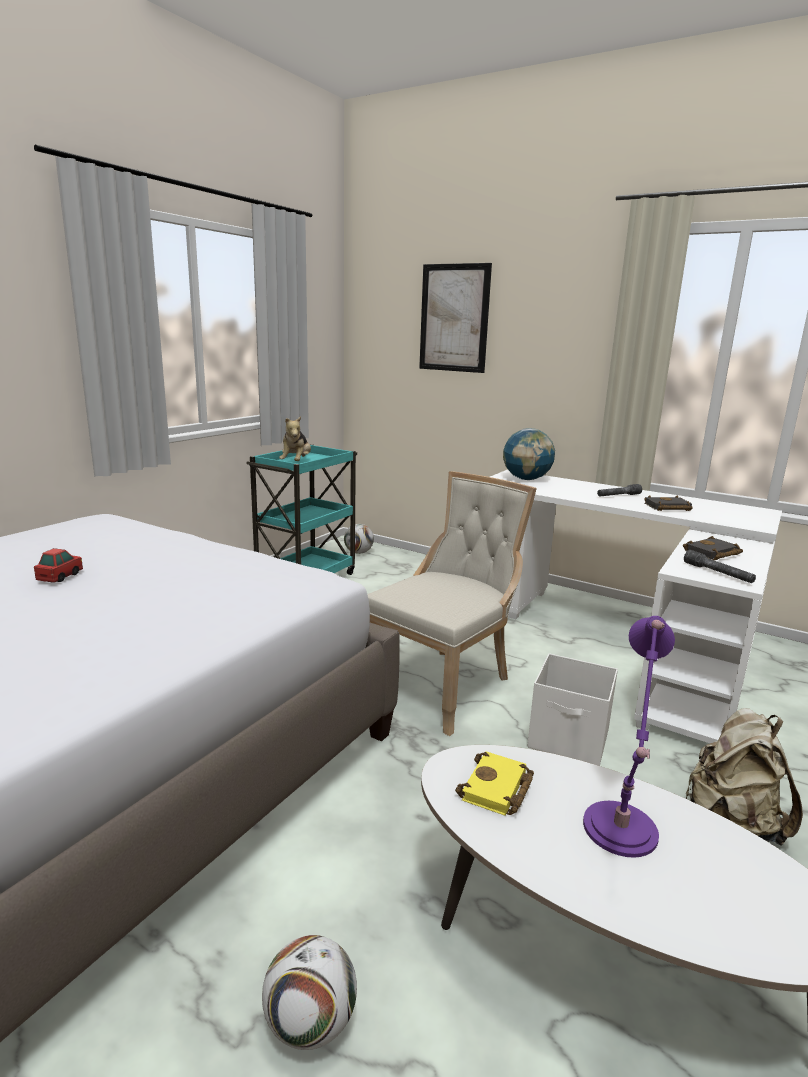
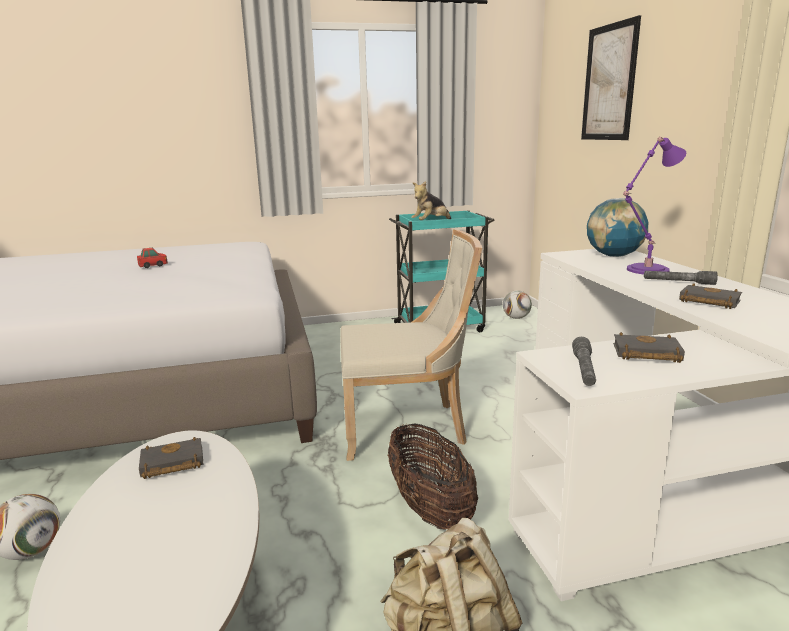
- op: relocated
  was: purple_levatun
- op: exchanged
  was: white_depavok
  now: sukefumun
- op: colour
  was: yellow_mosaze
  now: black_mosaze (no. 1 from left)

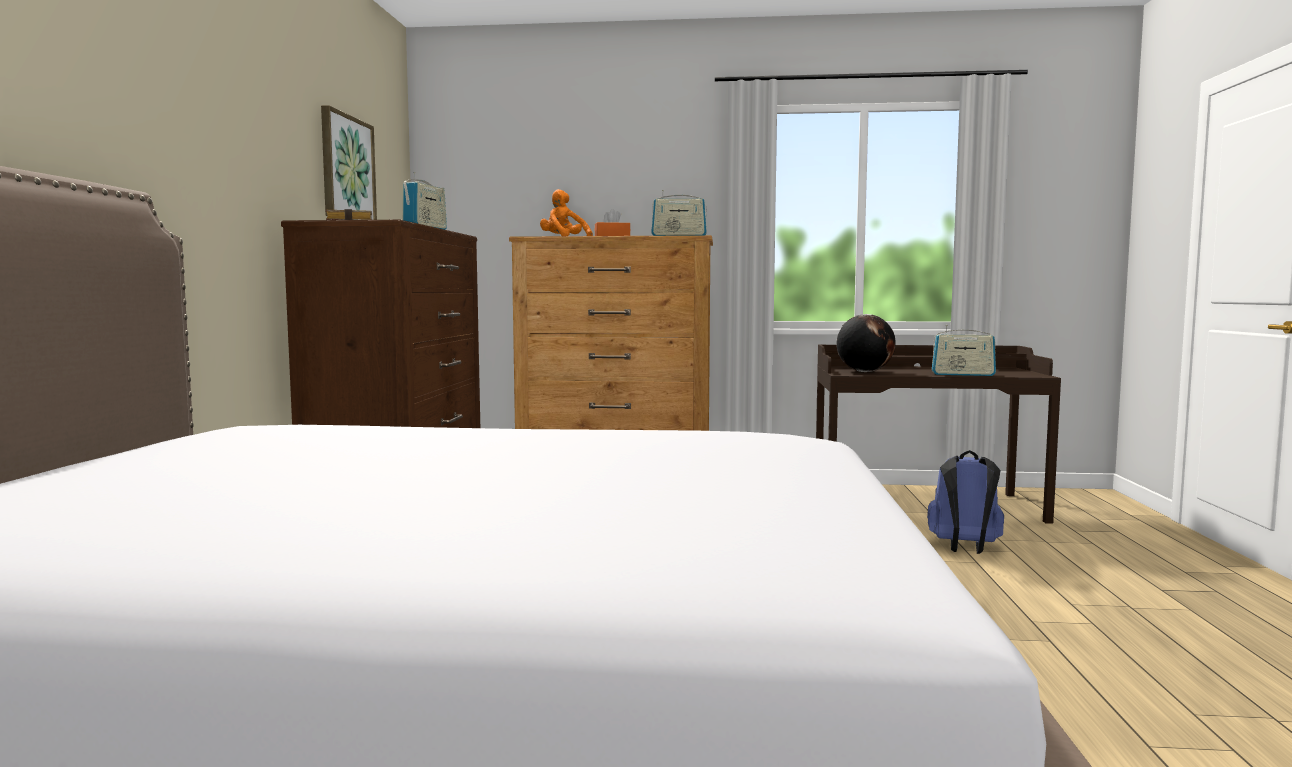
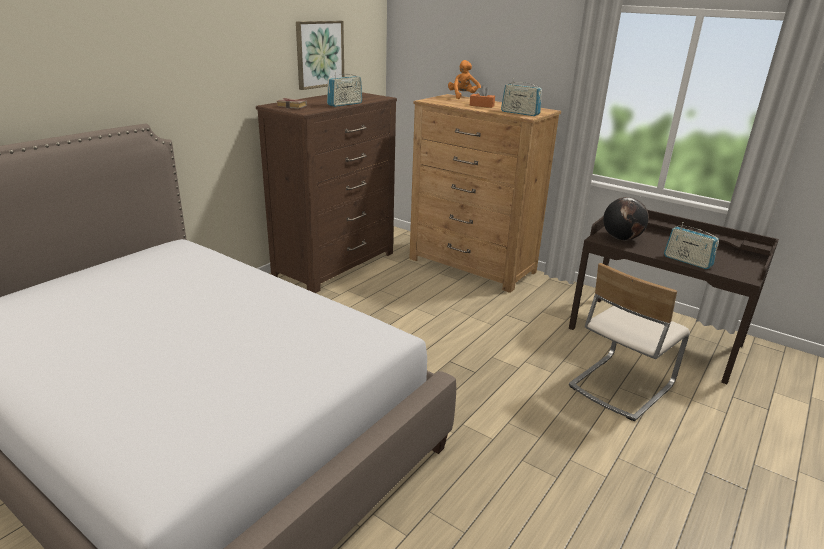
- op: exchanged
  was: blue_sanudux
  now: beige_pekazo

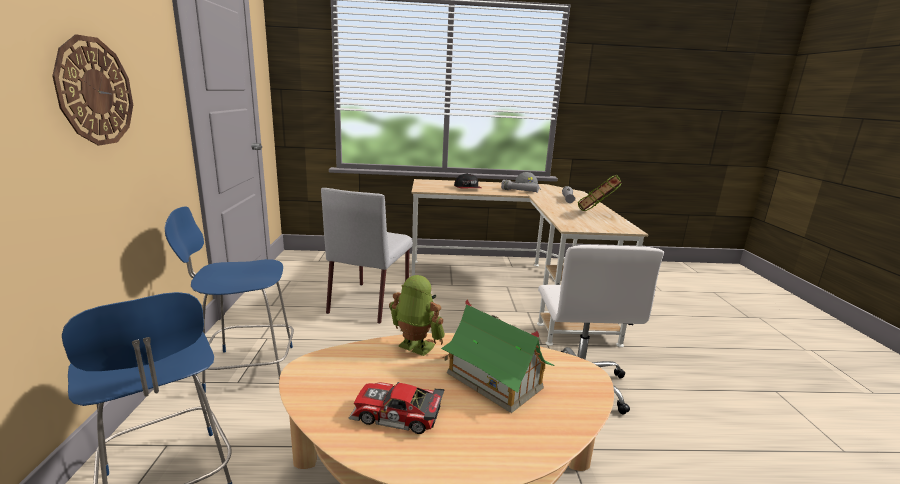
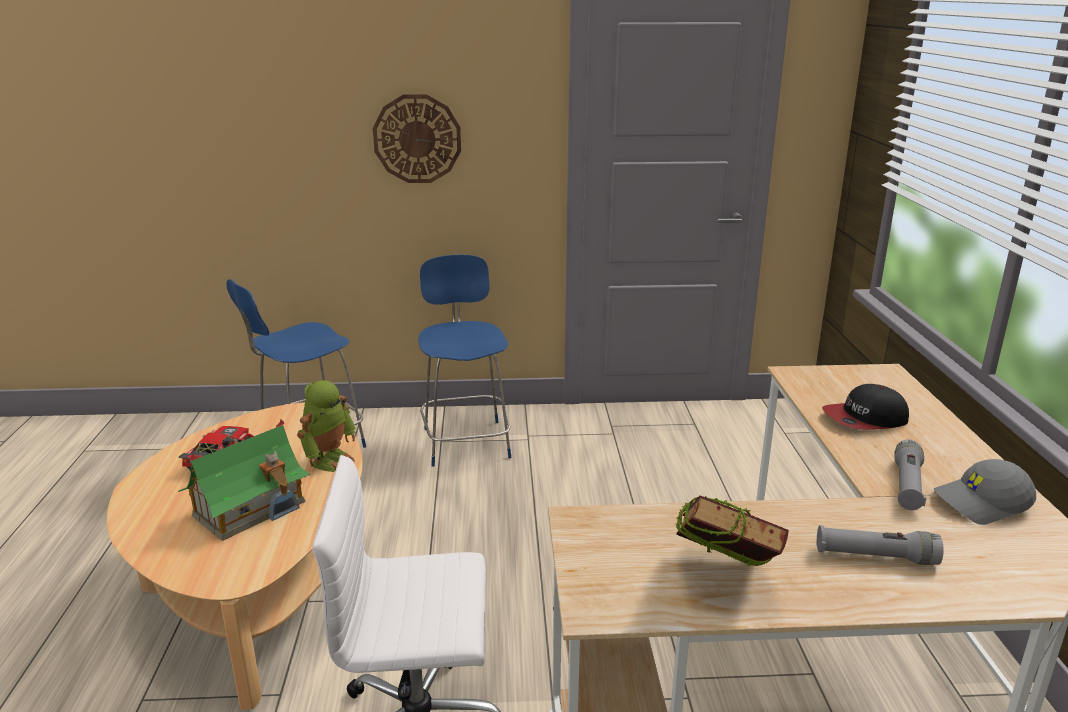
- op: missing
  was: grey_pekazo

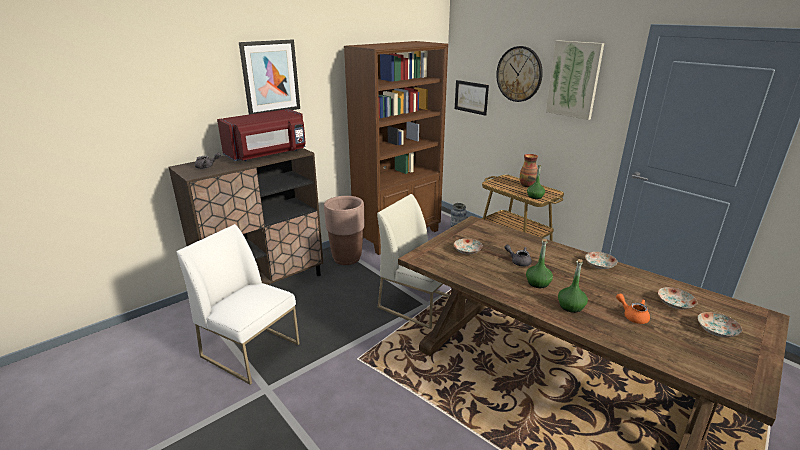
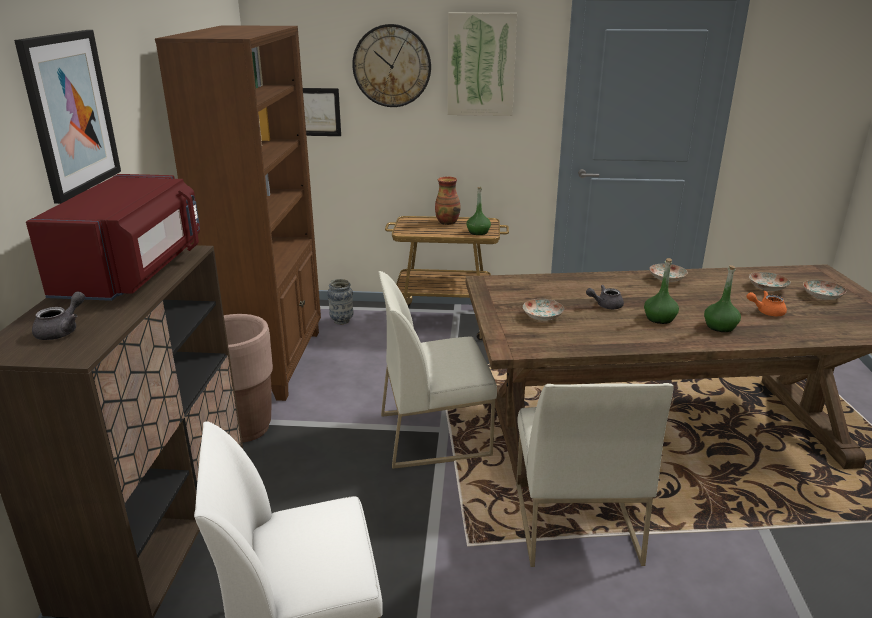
- op: appeared
  now: white_pekazo (no. 3 from left)

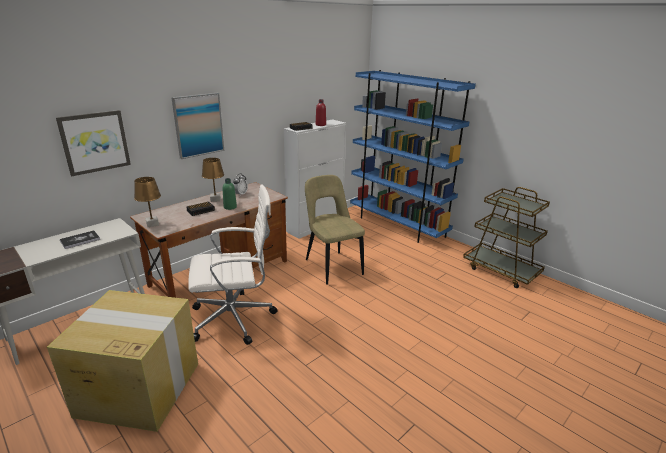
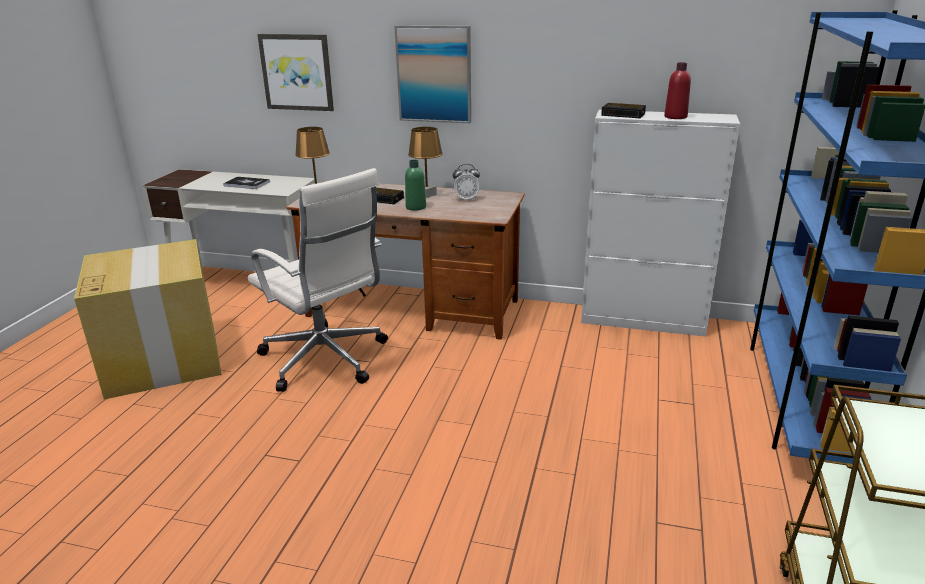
- op: missing
  was: beige_pekazo

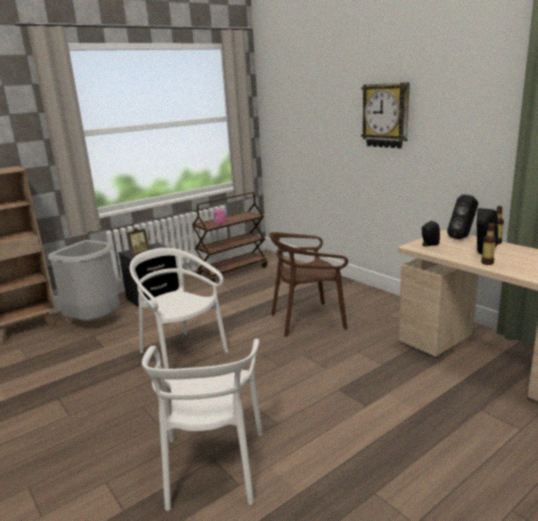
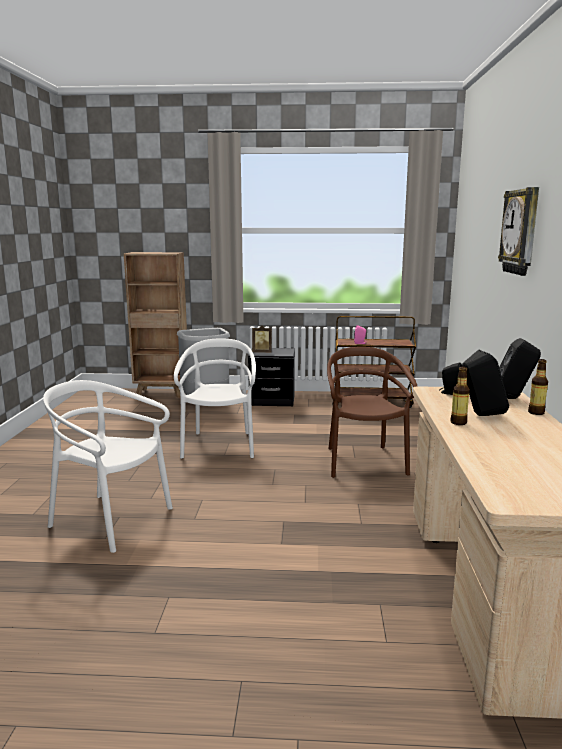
- op: spun
  was: white_pekazo (no. 2 from left in the first image)
  clockwise: 75
- op: spun
  was: brown_pekazo
  clockwise: 60

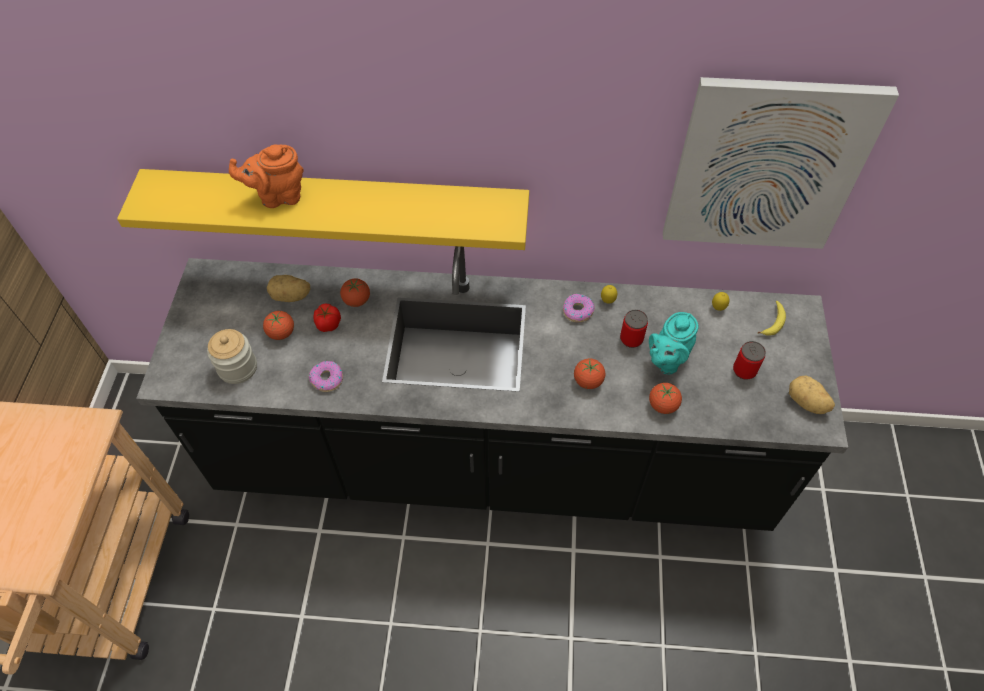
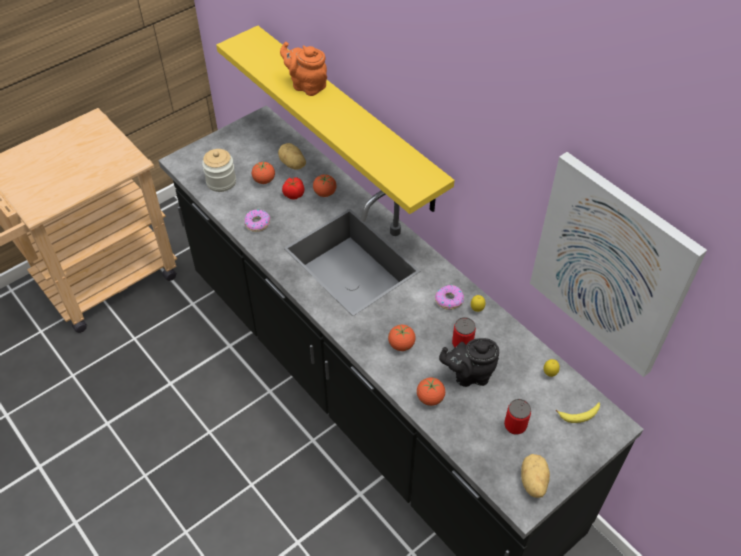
- op: colour
  was: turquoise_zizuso
  now: black_zizuso

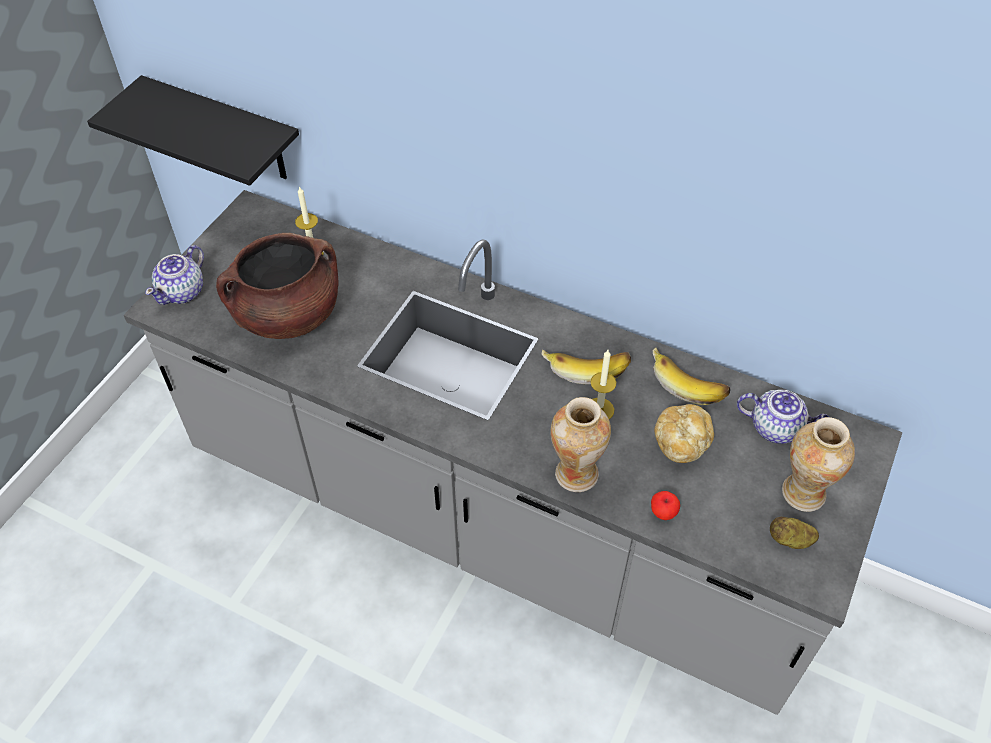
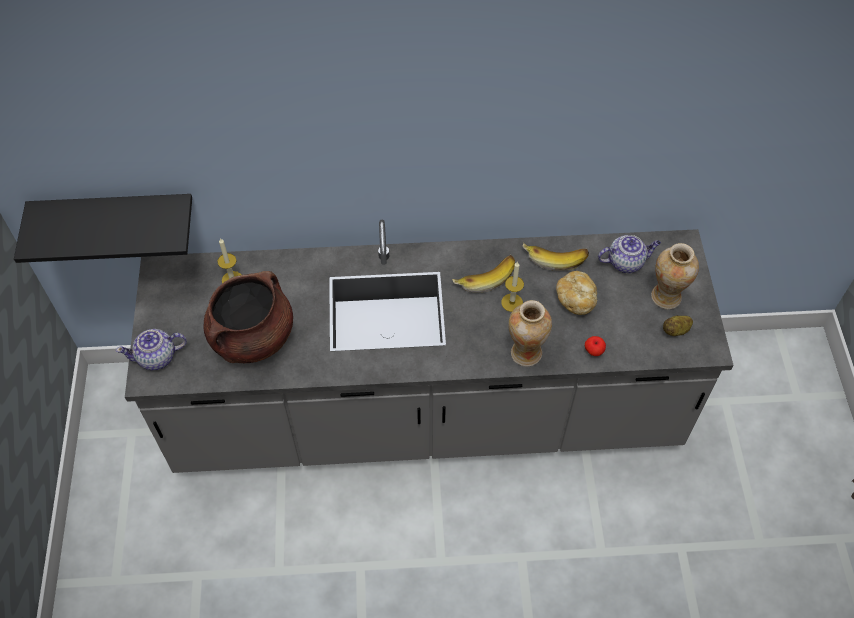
- op: spun
  was: zizuso (no. 1 from left)
  clockwise: 75

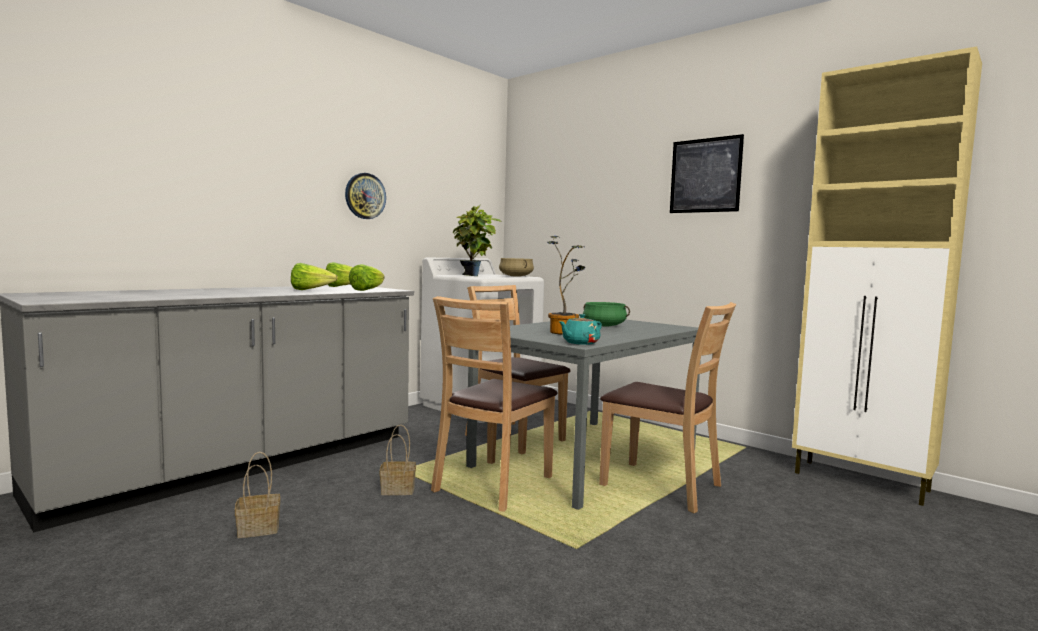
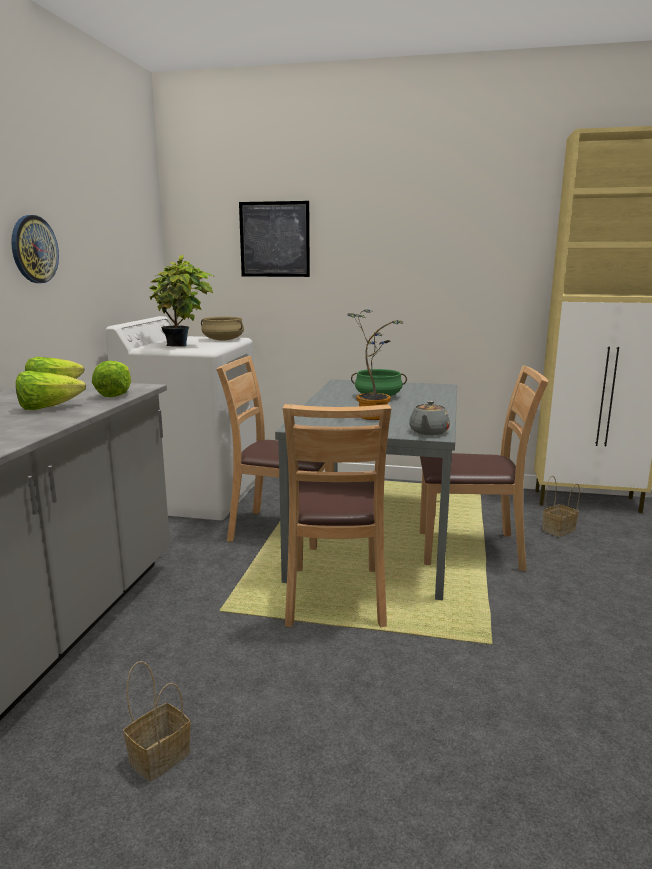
- op: relocated
  was: sukefumun (no. 2 from left)
- op: relocated
  was: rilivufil
- op: colour
  was: turquoise_zizuso
  now: grey_zizuso

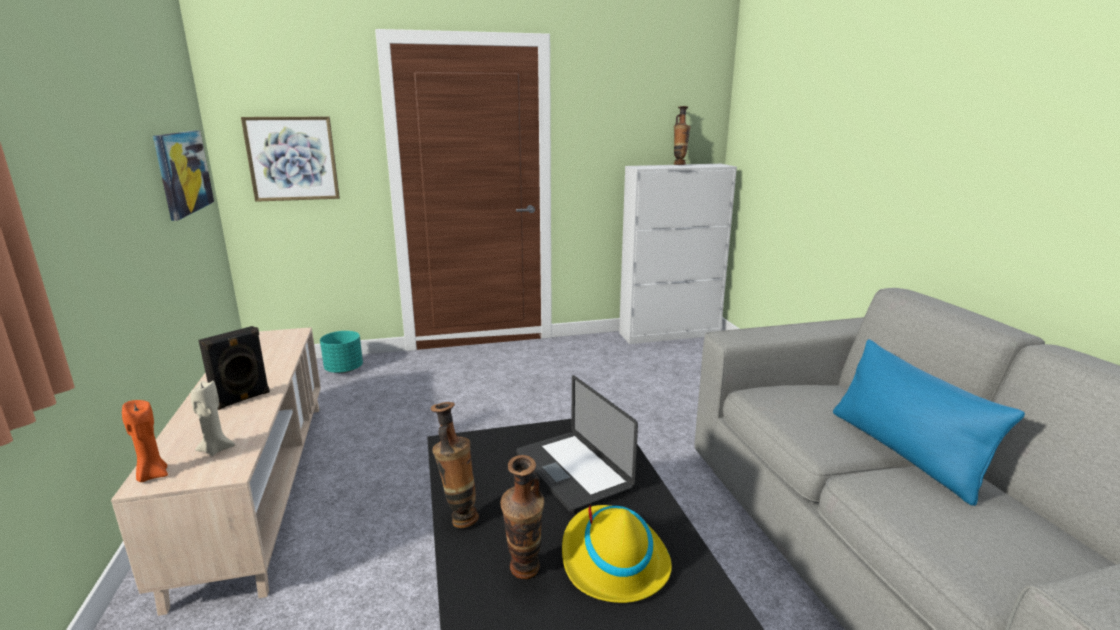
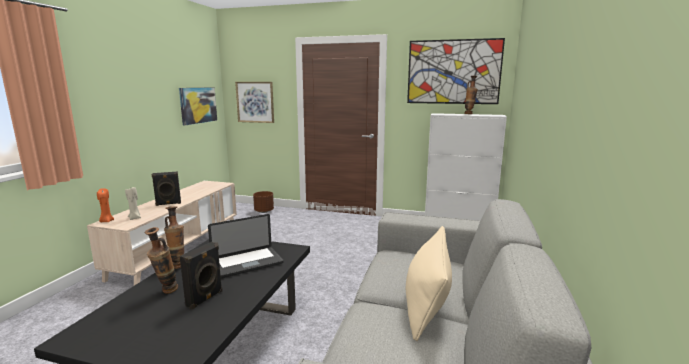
- op: appeared
  now: rilivufil (no. 3 from left)
- op: exchanged
  was: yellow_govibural
  now: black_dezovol (no. 2 from left)
- op: colour
  was: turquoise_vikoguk
  now: brown_vikoguk
- op: colour
  was: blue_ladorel
  now: beige_ladorel
- op: spun
  was: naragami
  clockwise: -120

